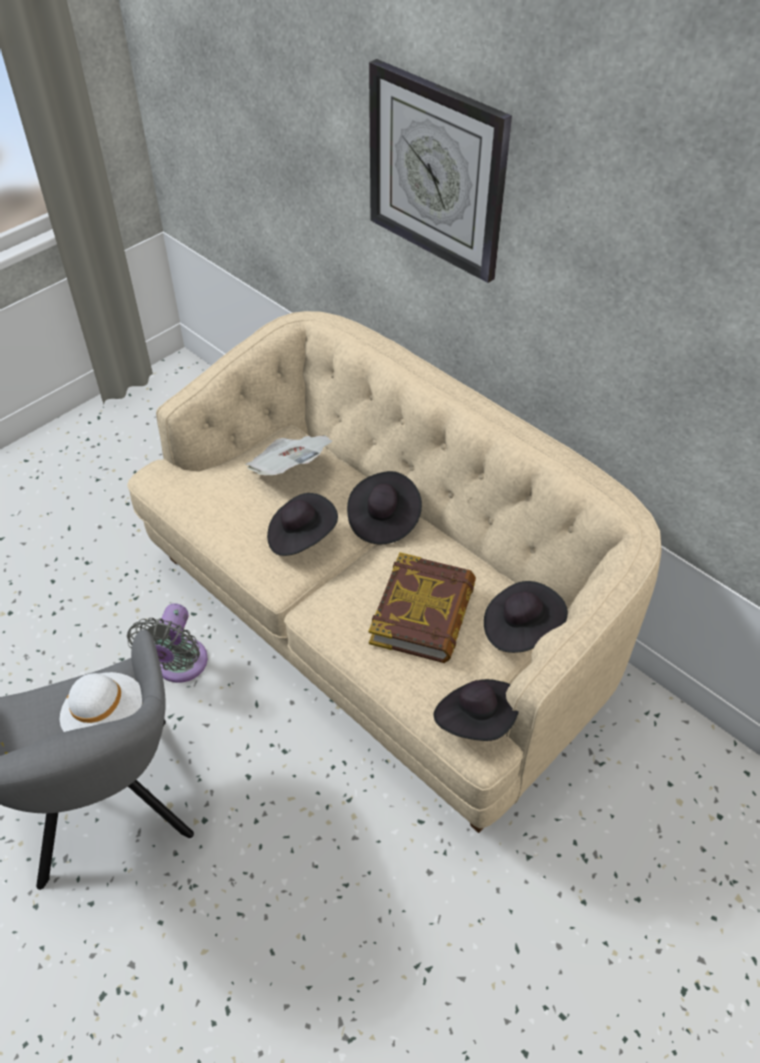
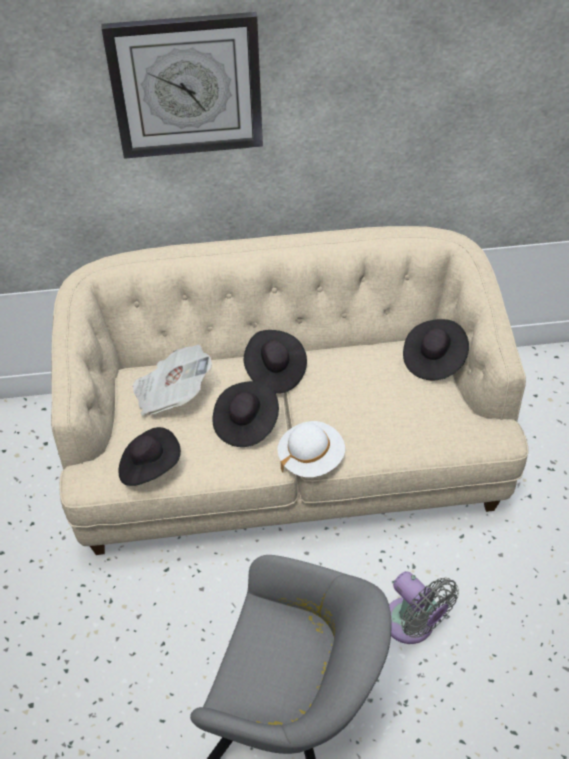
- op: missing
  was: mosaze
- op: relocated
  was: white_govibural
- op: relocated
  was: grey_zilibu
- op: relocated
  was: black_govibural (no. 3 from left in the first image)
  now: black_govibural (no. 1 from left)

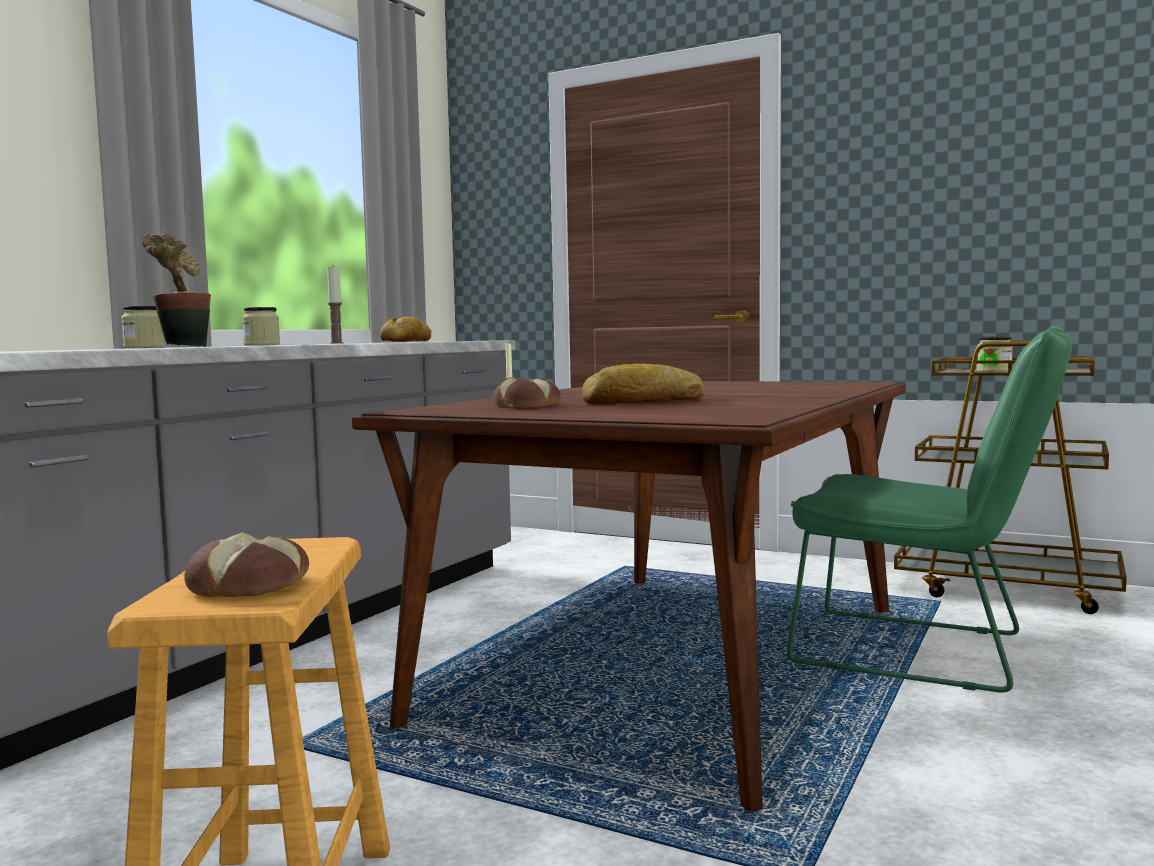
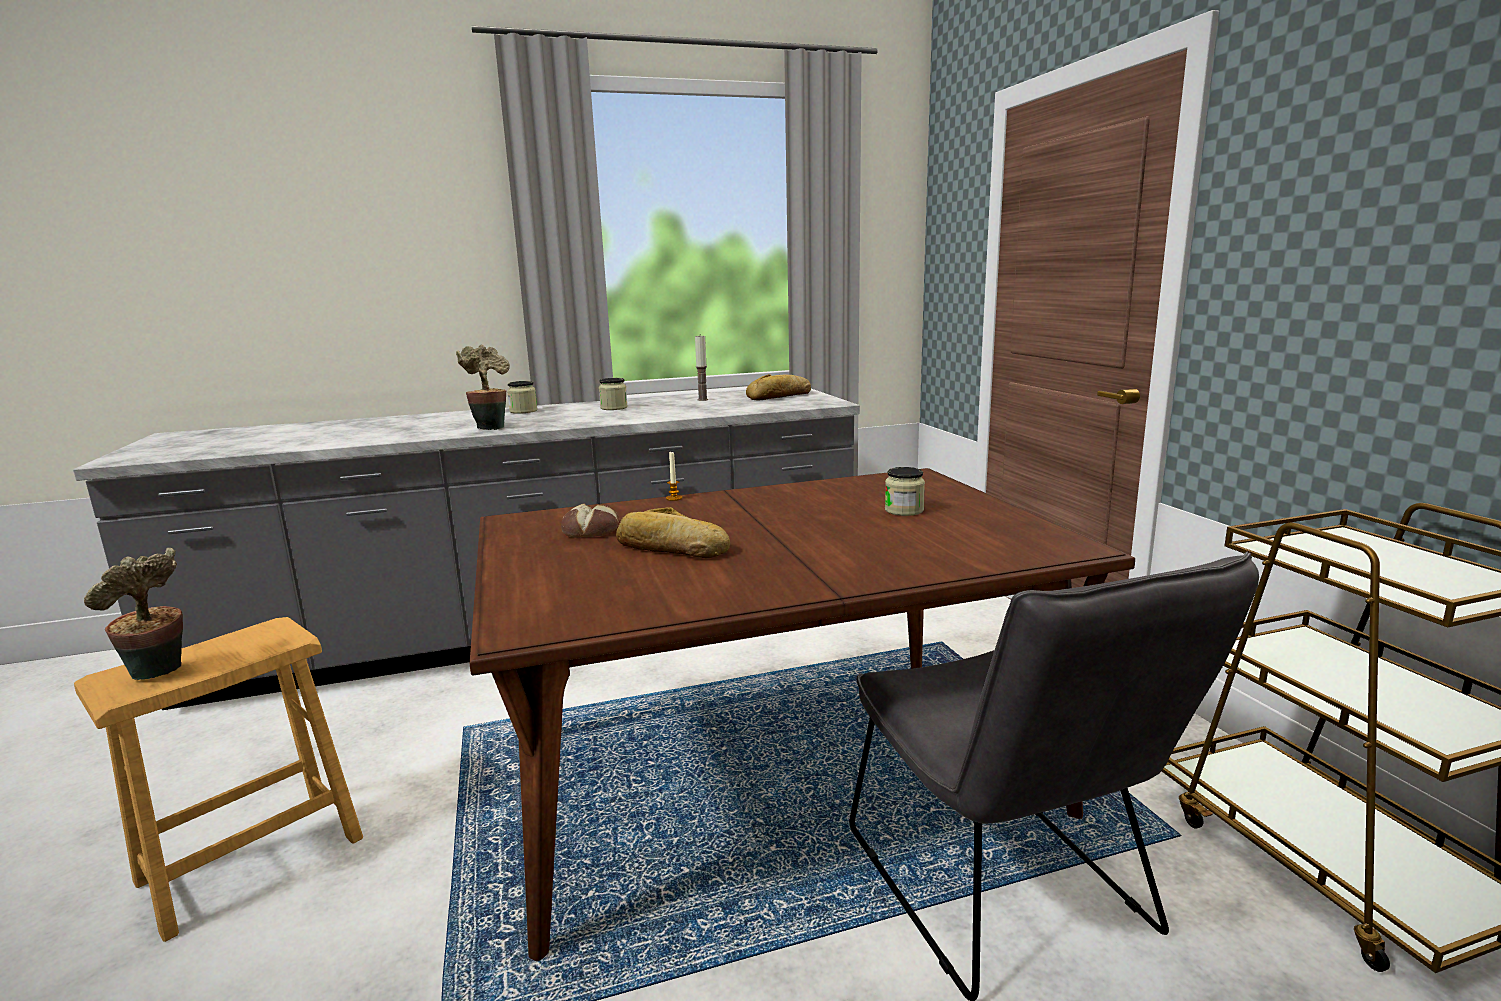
- op: relocated
  was: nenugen (no. 3 from left)
- op: exchanged
  was: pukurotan (no. 1 from left)
  now: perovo (no. 1 from left)
- op: colour
  was: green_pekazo
  now: grey_pekazo

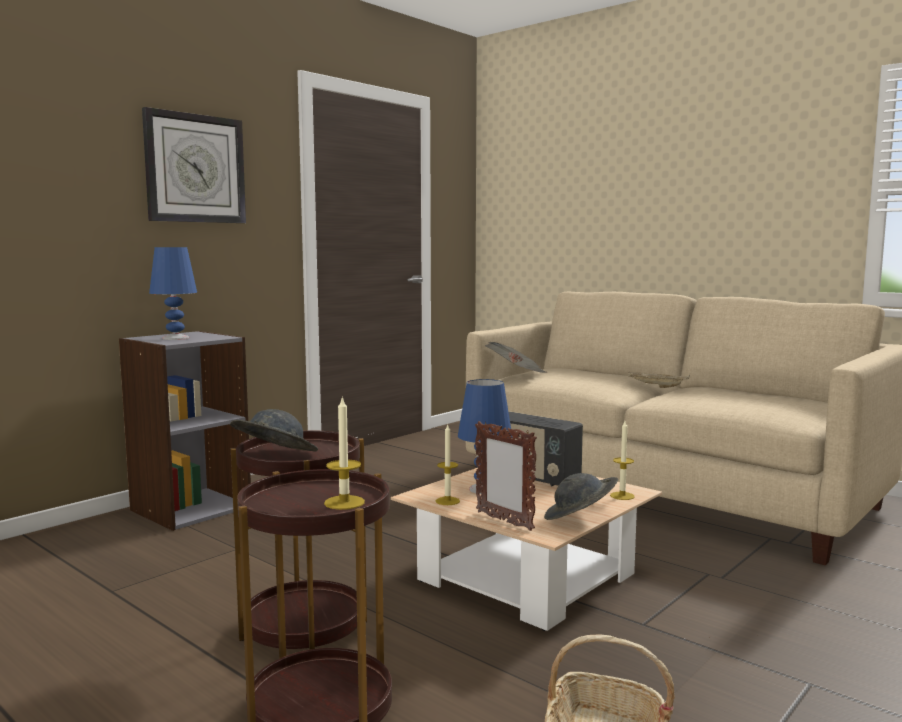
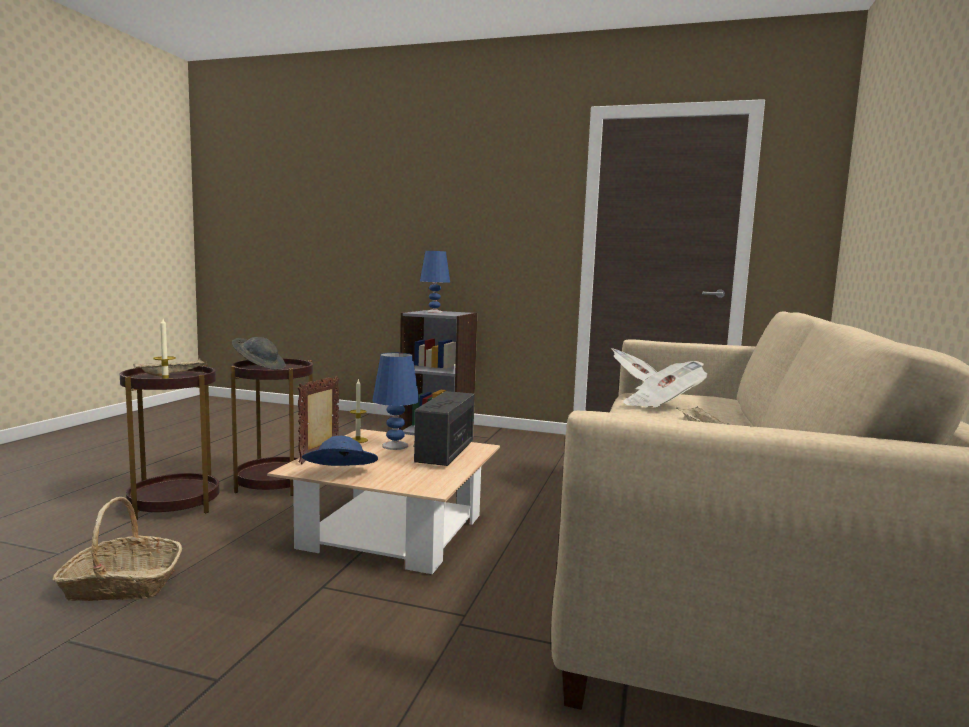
- op: missing
  was: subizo
- op: missing
  was: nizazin (no. 3 from left)
- op: appeared
  now: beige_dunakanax (no. 1 from left)
- op: appeared
  now: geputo (no. 2 from left)
- op: colour
  was: grey_govibural (no. 2 from left)
  now: blue_govibural

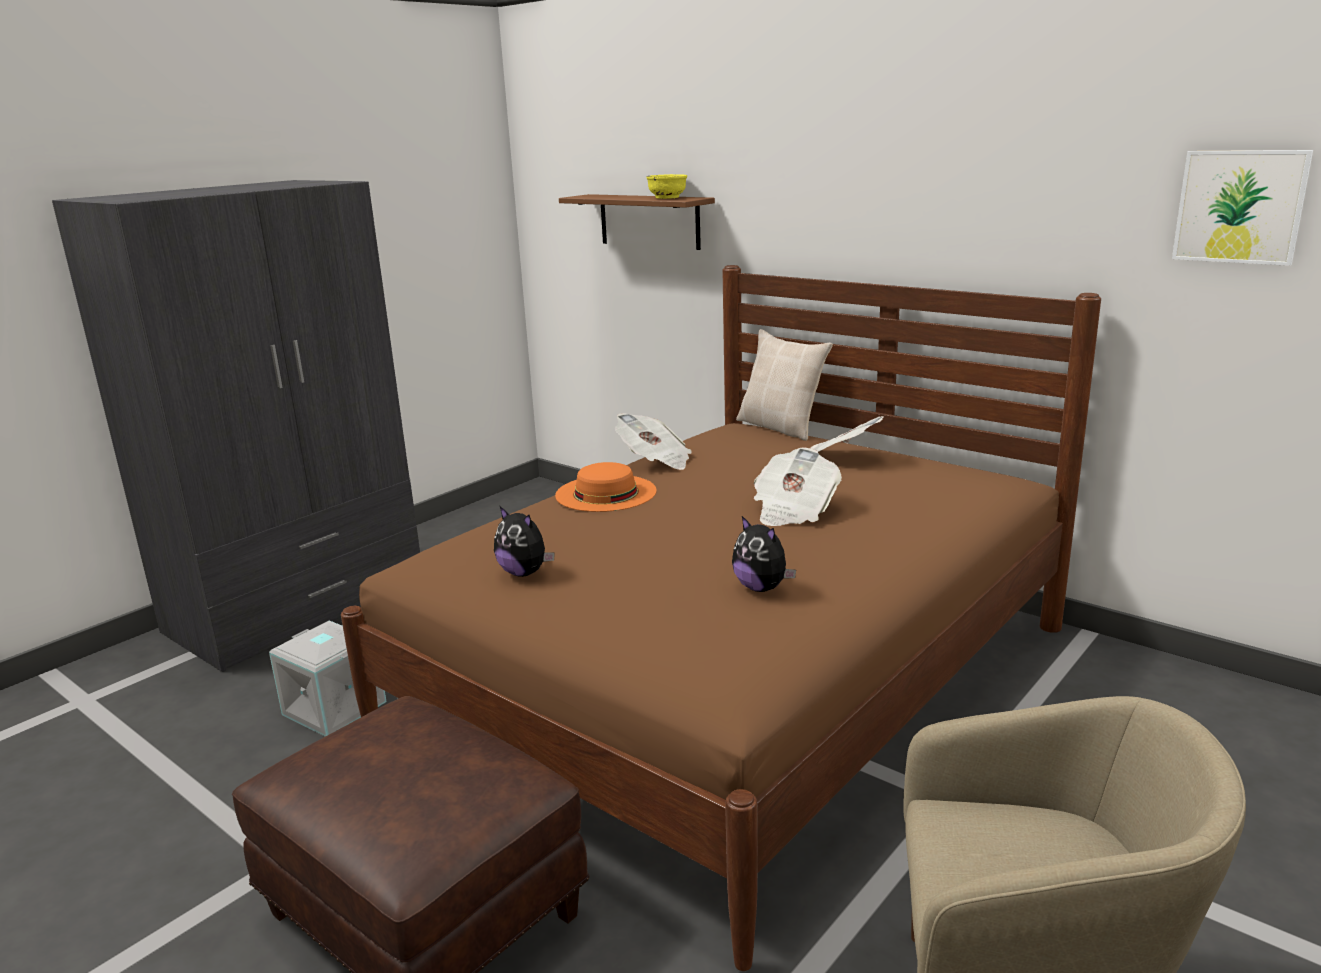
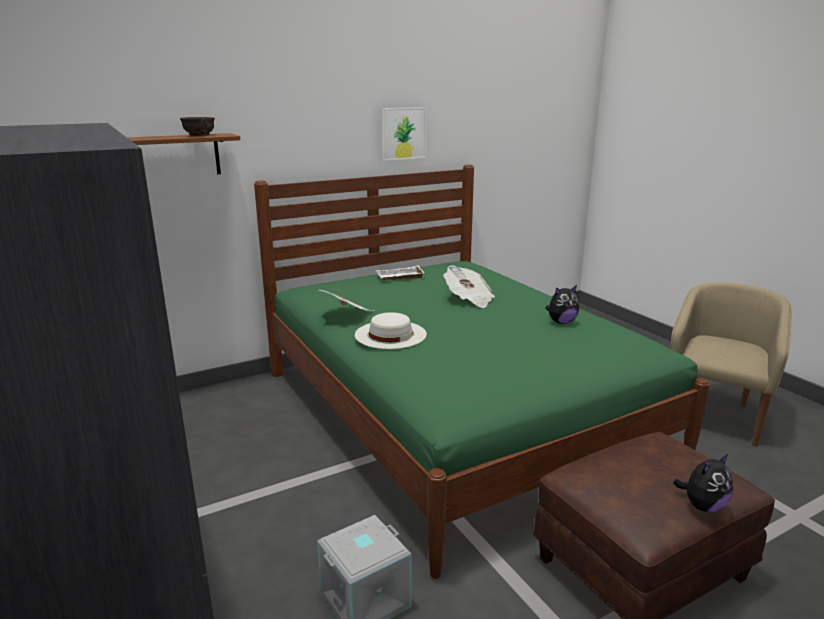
- op: missing
  was: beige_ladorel
- op: relocated
  was: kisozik (no. 1 from left in the first image)
  now: kisozik (no. 2 from left)
- op: relocated
  was: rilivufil
- op: exchanged
  was: geputo (no. 3 from left)
  now: white_dunakanax
- op: colour
  was: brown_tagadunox
  now: green_tagadunox
- op: colour
  was: orange_govibural
  now: white_govibural
- op: colour
  was: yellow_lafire
  now: brown_lafire

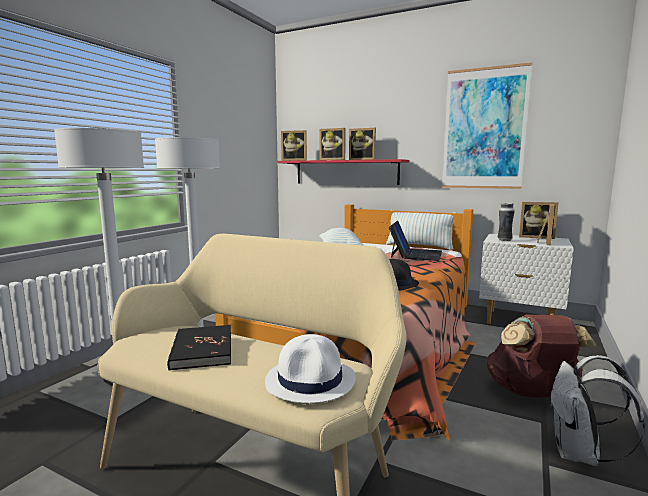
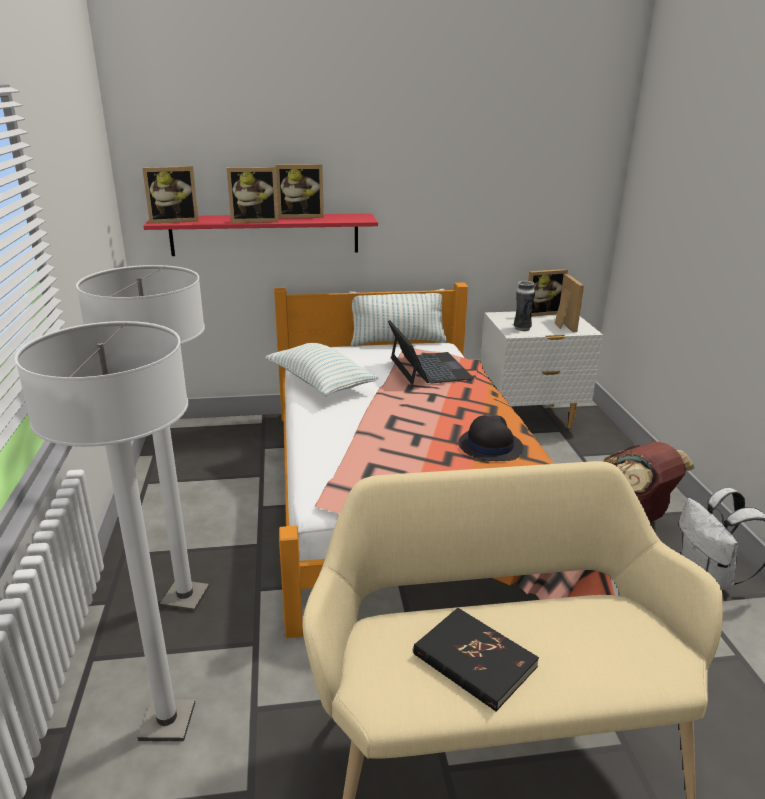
- op: missing
  was: white_govibural
- op: missing
  was: rilivufil

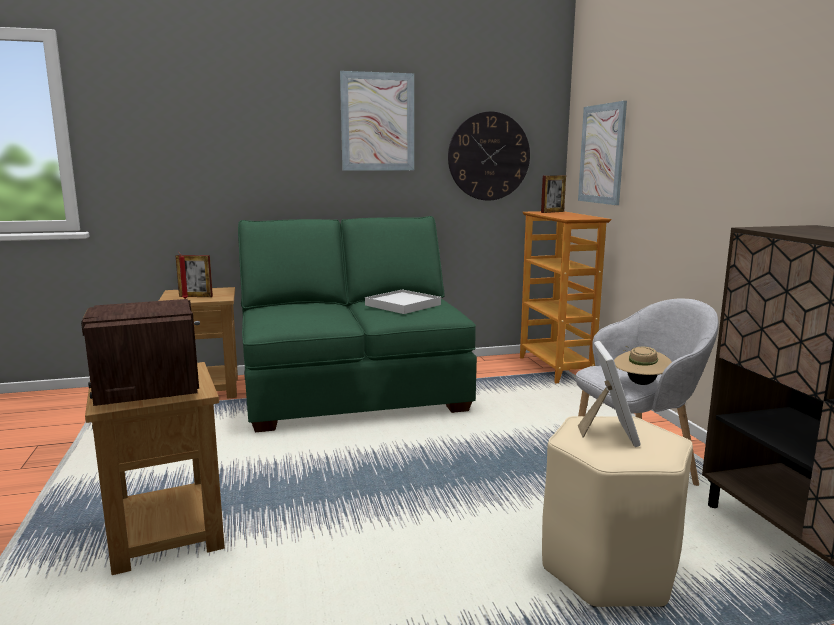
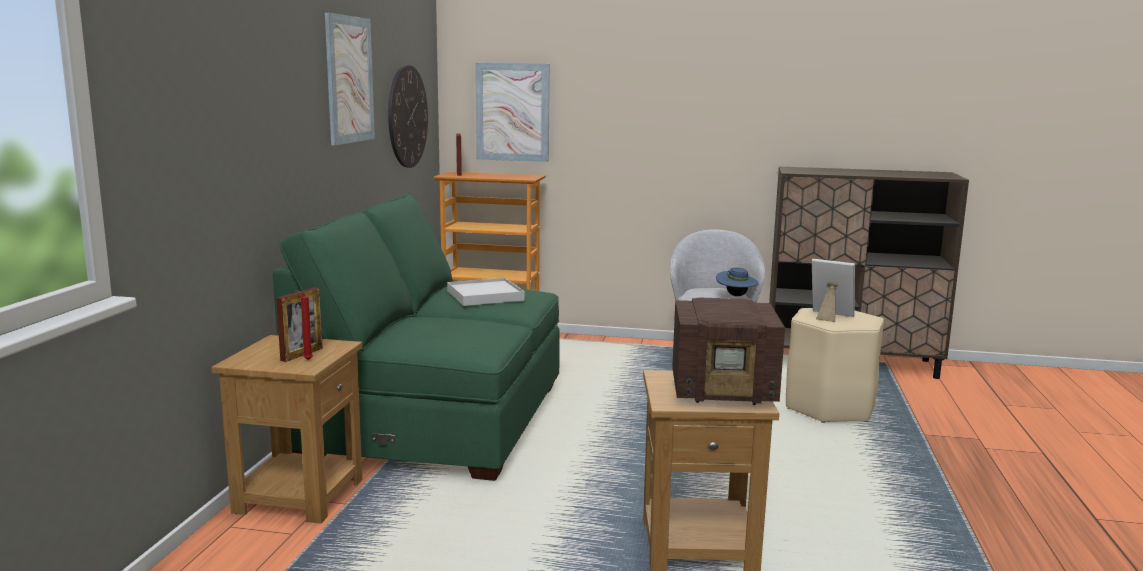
- op: colour
  was: beige_govibural
  now: blue_govibural

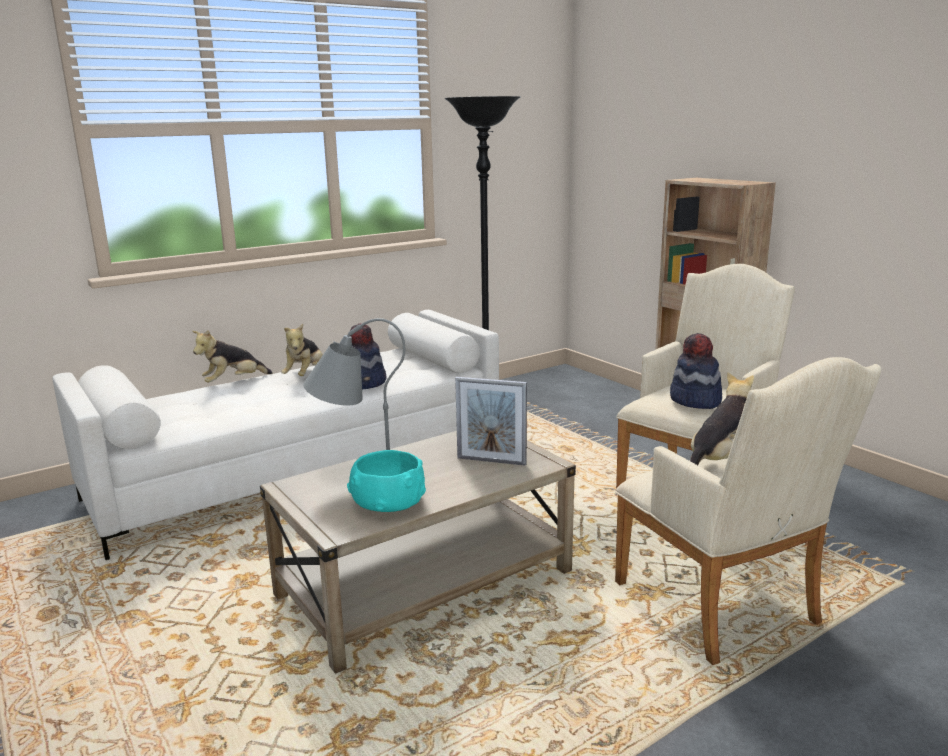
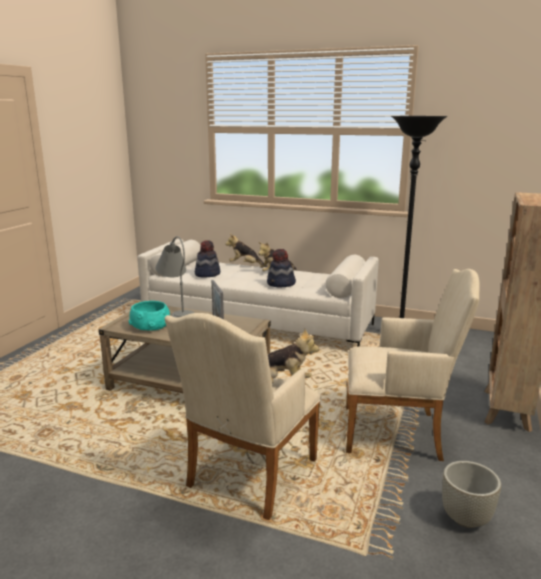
- op: appeared
  now: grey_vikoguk
- op: relocated
  was: govibural (no. 2 from left in the first image)
  now: govibural (no. 1 from left)

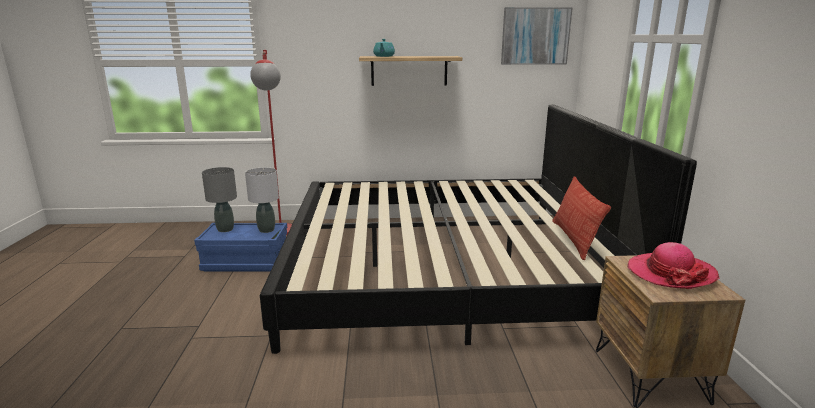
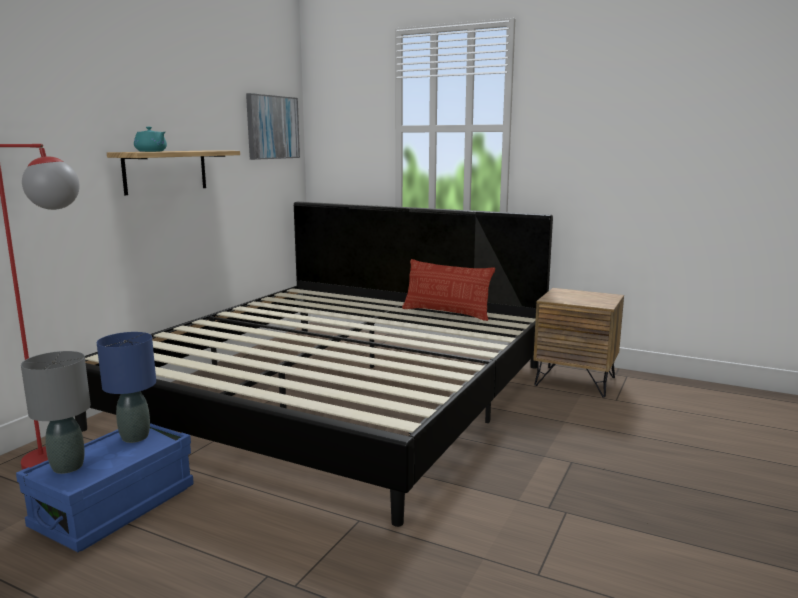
- op: missing
  was: govibural
- op: colour
  was: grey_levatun (no. 2 from left)
  now: blue_levatun

